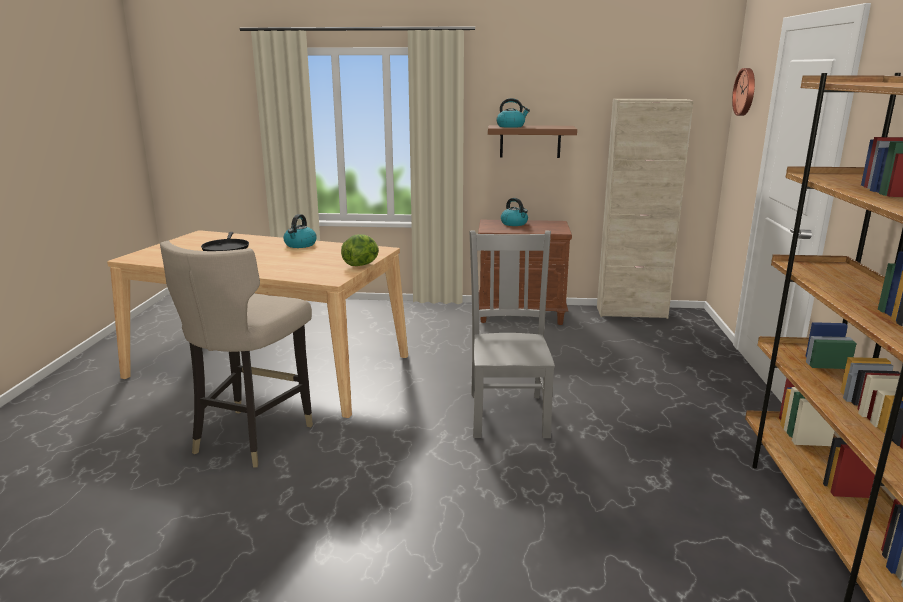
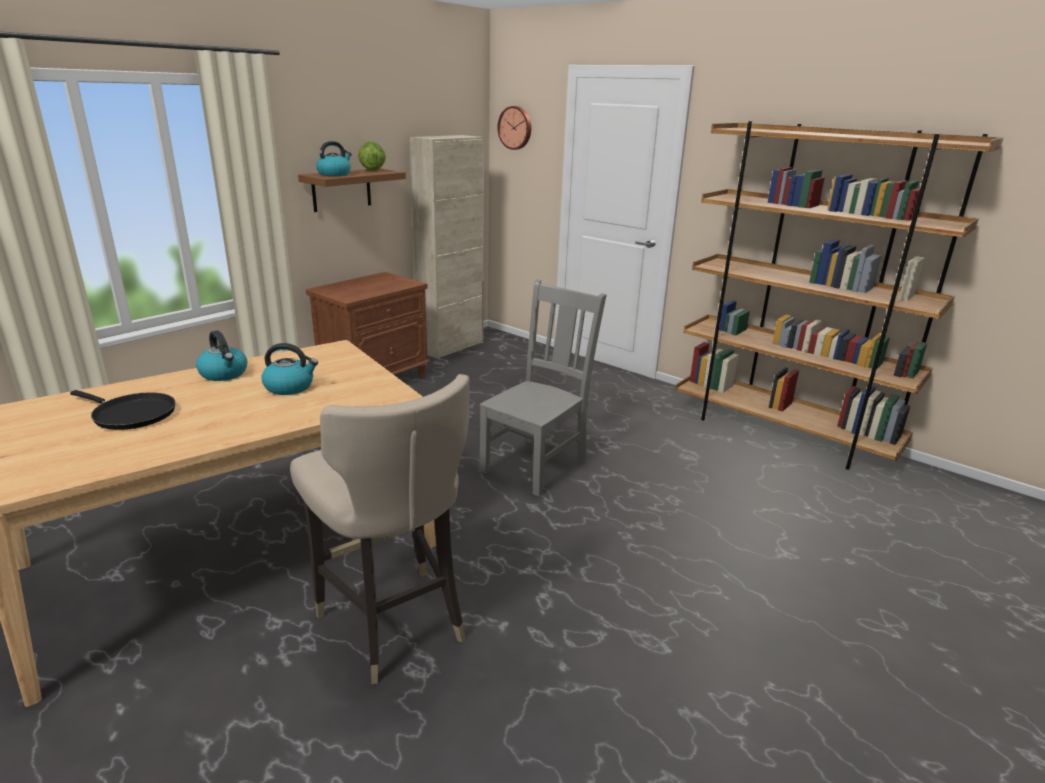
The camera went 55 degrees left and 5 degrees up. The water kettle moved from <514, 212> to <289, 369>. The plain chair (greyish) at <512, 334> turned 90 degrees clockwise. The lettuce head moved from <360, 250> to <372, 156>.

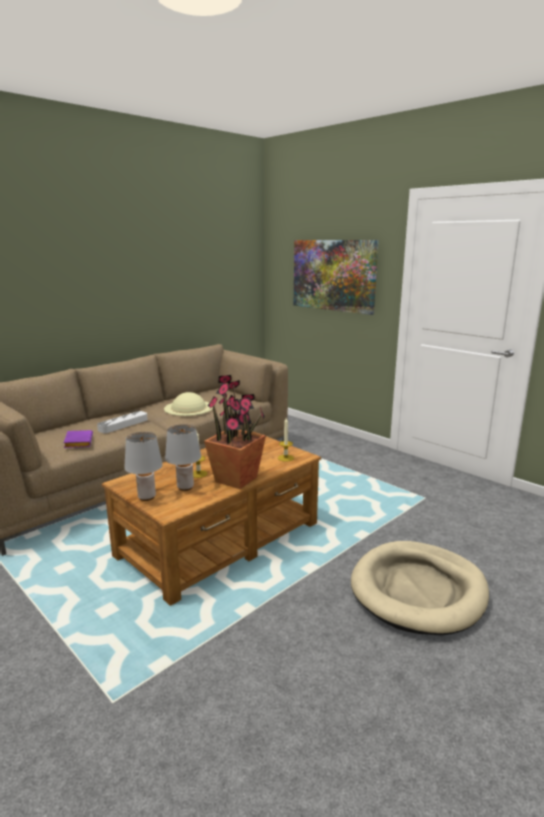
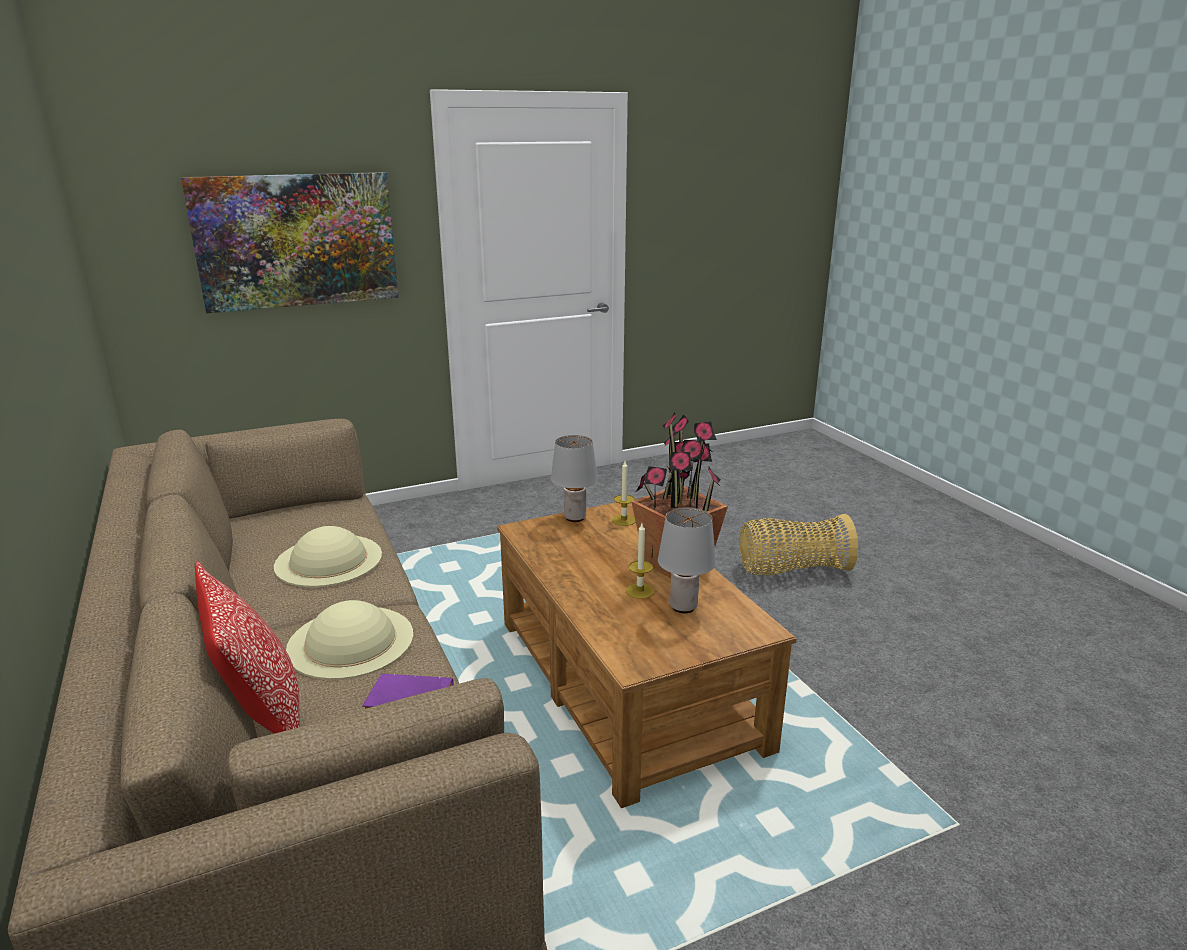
The camera went 70 degrees left and 5 degrees up. The carrying tray (greyish) at <122, 422> was replaced by the clothing hat (sand-coloured) at <350, 640>. The lamp for a table (greyish) moved from <144, 466> to <574, 478>. The dog cushion (sand-coloured) at <420, 588> was replaced by the basket at <799, 544>. The cushion at <247, 647> appeared.

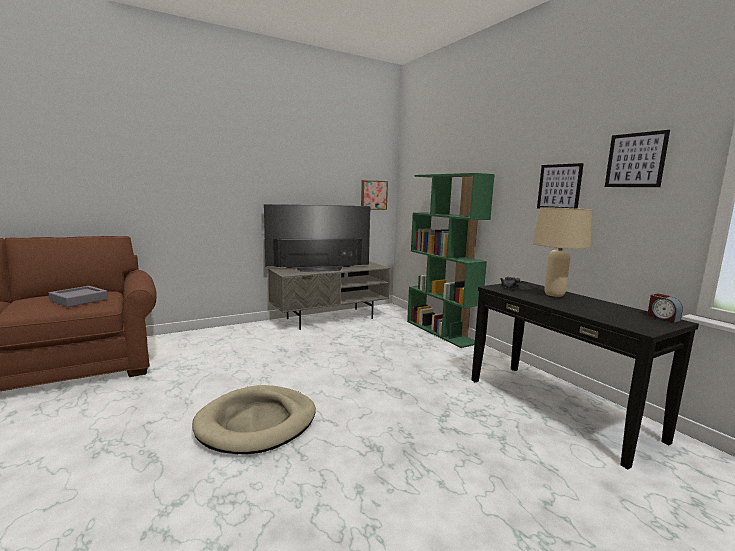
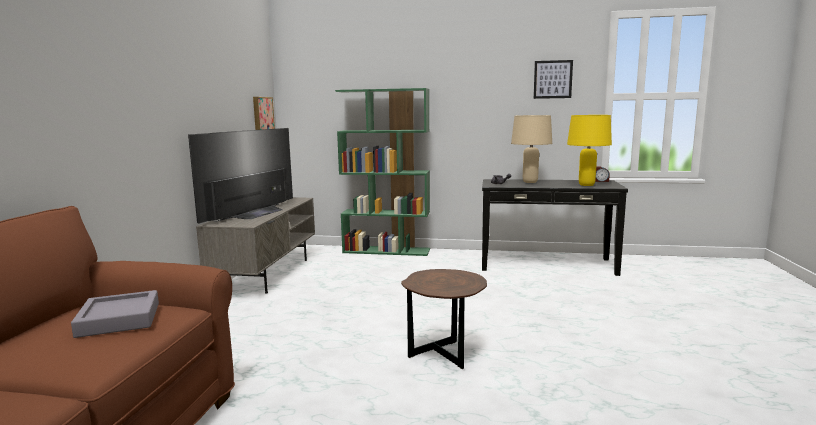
The camera went 50 degrees left and 0 degrees up. The picture at <560, 186> disappeared. The dog cushion (sand-coloured) at <254, 419> was replaced by the end table (brown-coloured) at <444, 319>. The lamp for a table (yellow) at <589, 150> appeared.

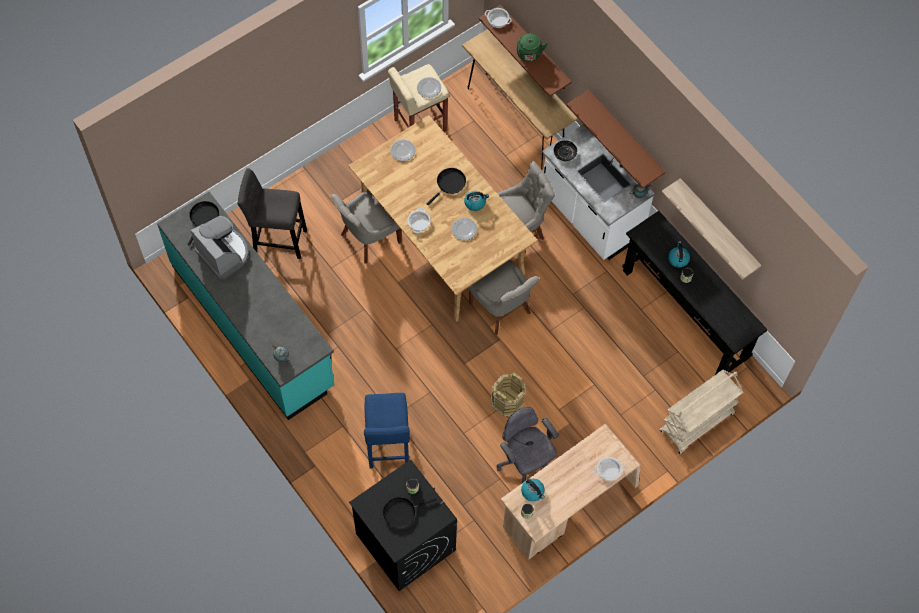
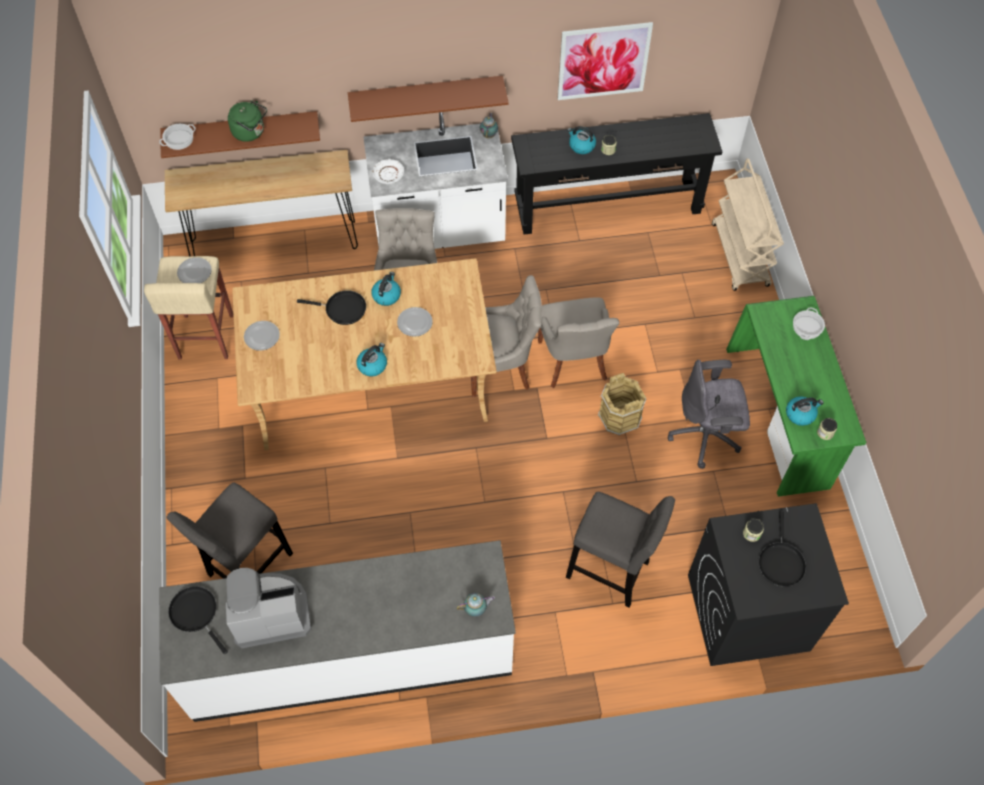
The camera went 60 degrees left and 5 degrees down. The plate (blackish) at <565, 150> became the plate (whitish) at <388, 171>. The frying pan (blackish) at <446, 186> turned 120 degrees clockwise. The shelf at <712, 229> was replaced by the picture at <605, 61>. The plain chair (greyish) moved from <366, 227> to <578, 342>. The kitchen counter (turquoise) at <245, 306> became the kitchen counter (whitish) at <337, 631>. The cooking pot at <418, 220> was replaced by the water kettle at <371, 359>. The stool seat (blue-coloured) at <386, 430> became the stool seat (greyish) at <620, 550>. The desk (sand-coloured) at <571, 492> became the desk (green-coloured) at <796, 396>.

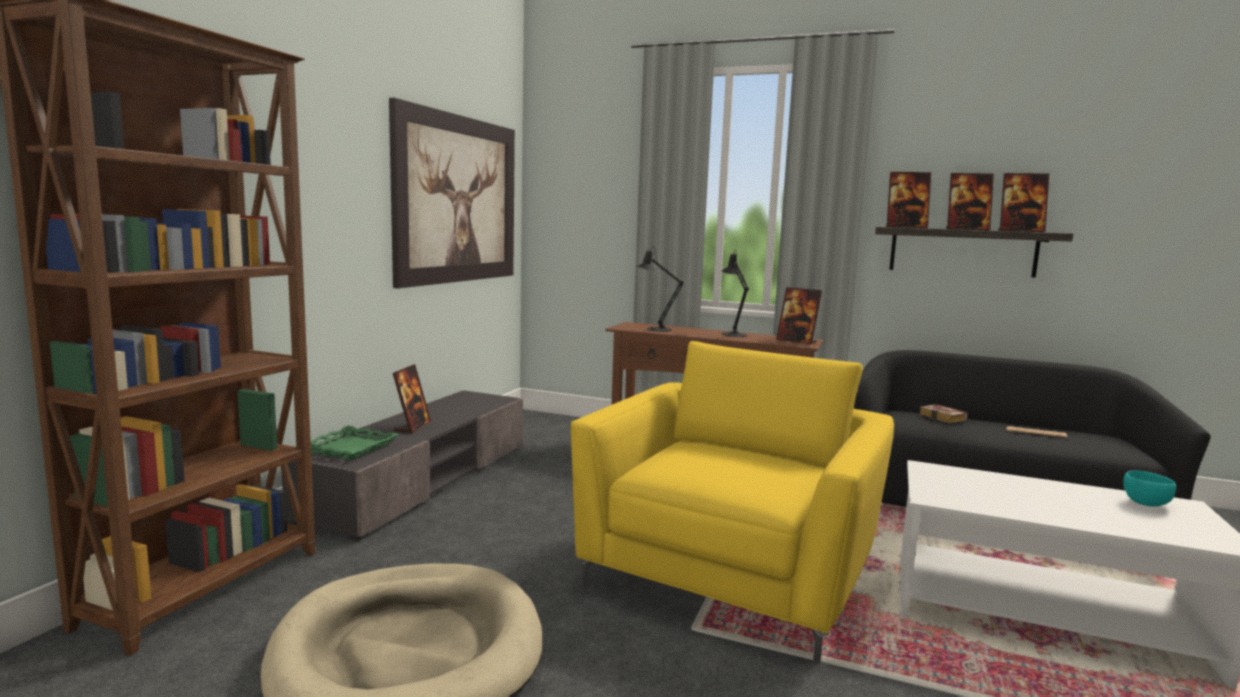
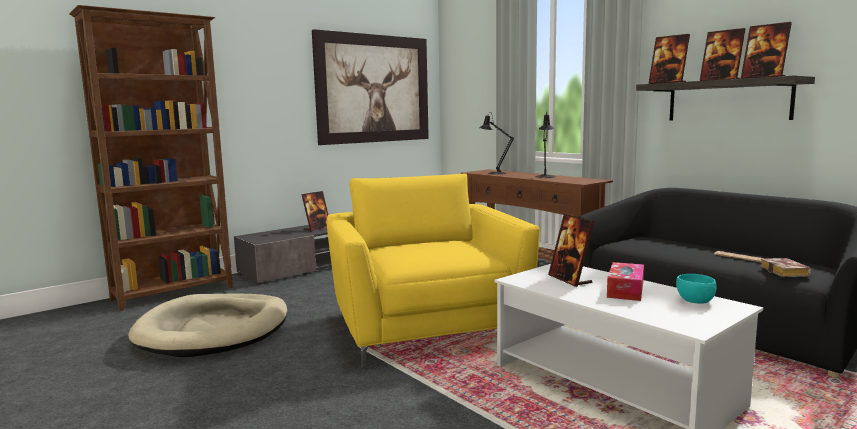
The camera went 30 degrees right and 0 degrees up. The photo frame moved from <799, 316> to <571, 250>. The armchair (yellow) at <732, 502> turned 75 degrees counterclockwise. The book moved from <943, 414> to <785, 267>. The carrying tray (green-coloured) at <355, 442> disappeared. The tissue box at <625, 281> appeared.

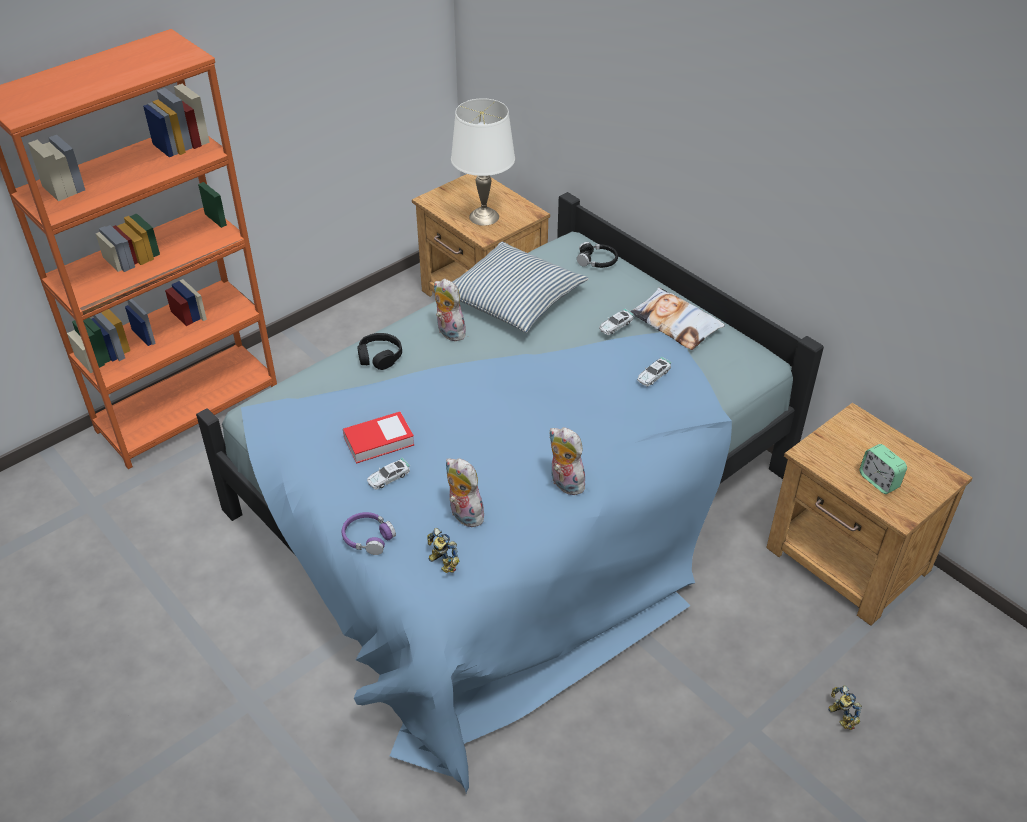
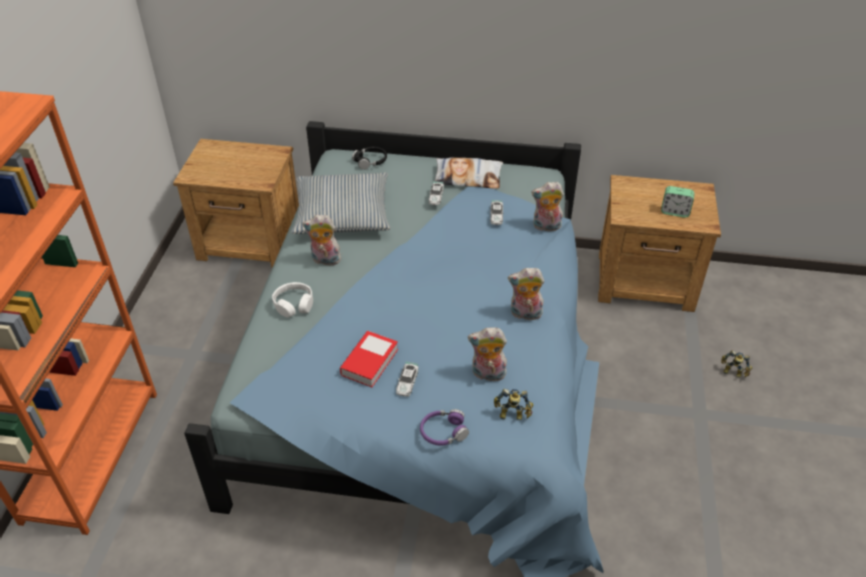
The camera went 40 degrees left and 0 degrees up. The lamp for a table (whitish) at <483, 162> disappeared. The headset (blackish) at <379, 351> became the headset (whitish) at <292, 300>. The cuddly toy at <547, 207> appeared.

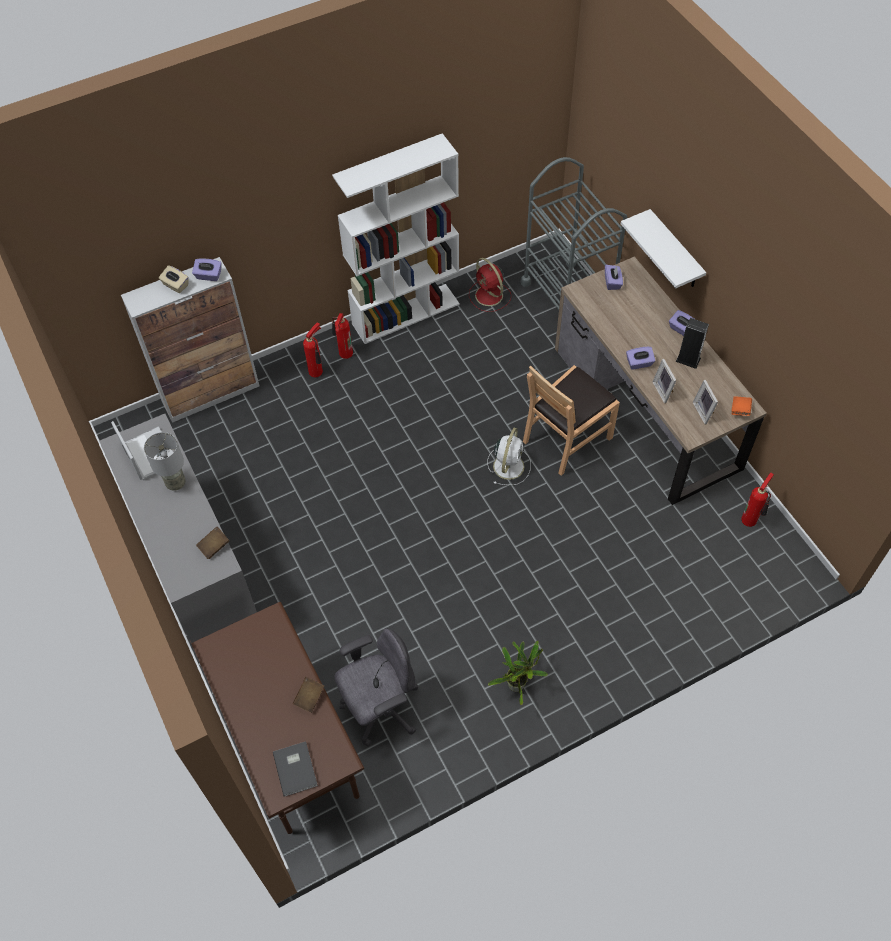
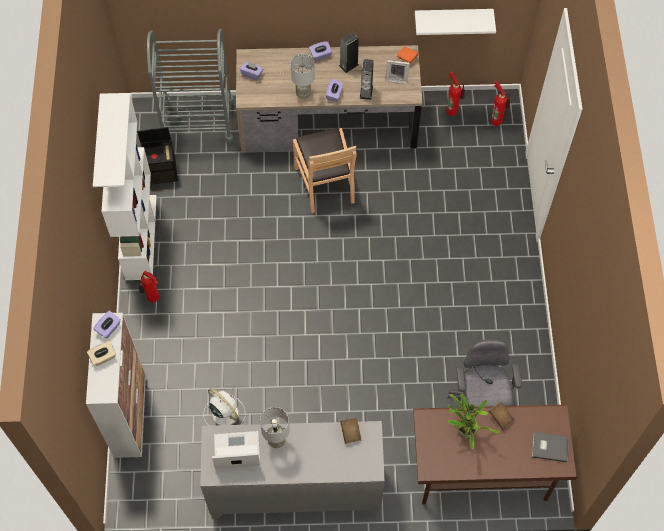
The camera went 65 degrees left and 5 degrees up. The shelf (whitish) moved from <663, 248> to <455, 22>. The cooling fan (red) at <490, 285> was replaced by the storage box (blackish) at <157, 156>. The fire extinguisher moved from <313, 349> to <500, 103>. The photo frame at <665, 381> was replaced by the audio speaker at <367, 79>. The cooling fan (whitish) moved from <509, 456> to <224, 406>. The plant in a pot moved from <518, 673> to <474, 421>. The lamp for a table (greyish) at <302, 76> appeared.

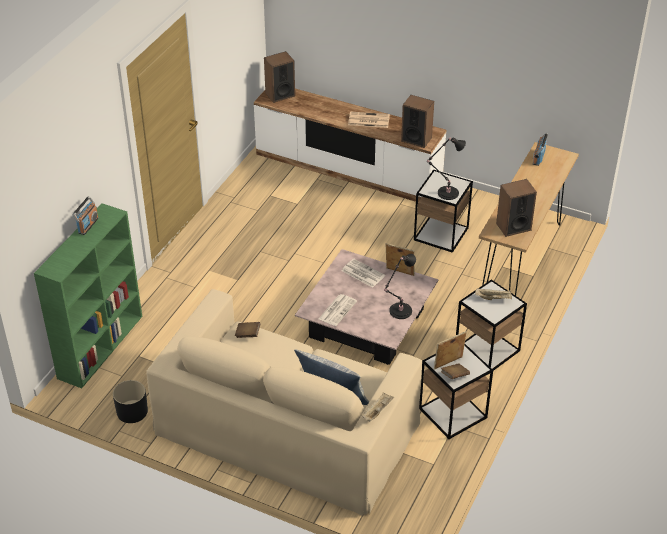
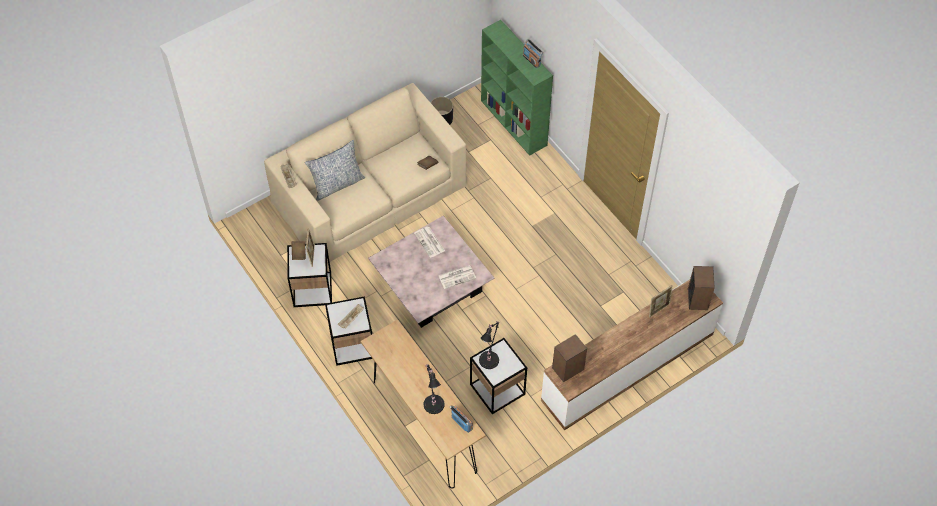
The camera went 120 degrees right and 15 degrees up. The printed paper at <369, 119> disappeared. The audio speaker at <516, 208> disappeared. The photo frame moved from <400, 259> to <661, 301>. The lamp for a table (blackish) moved from <400, 286> to <434, 389>.

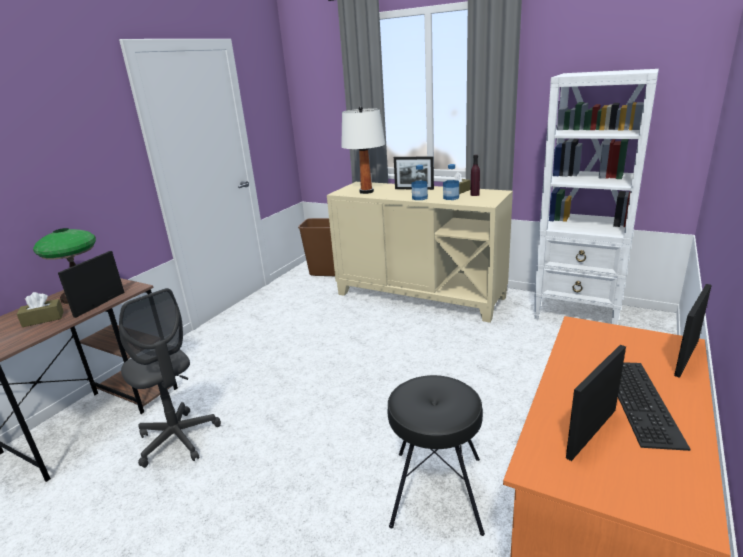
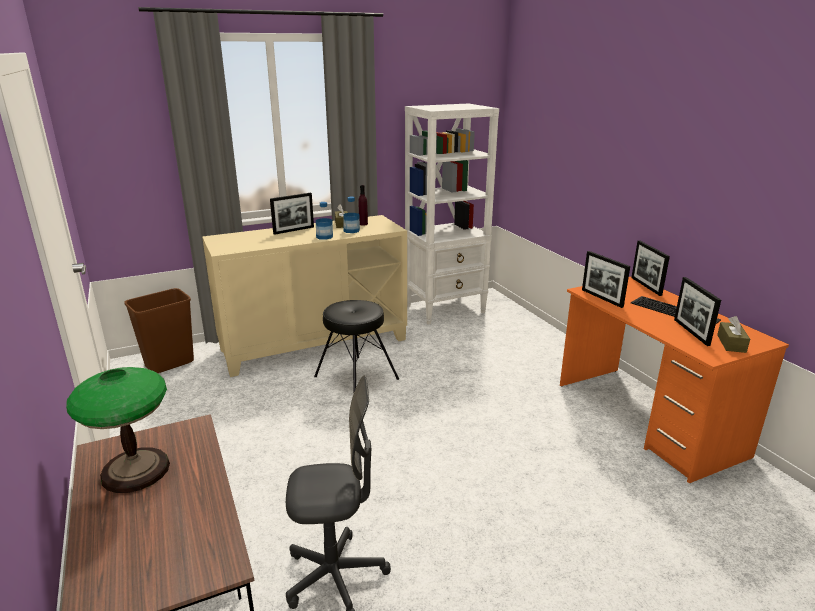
The camera went 55 degrees left and 0 degrees up. The lamp for a table (whitish) at <363, 150> disappeared. The photo frame moved from <91, 284> to <606, 279>. The tissue box (brown-coloured) moved from <40, 309> to <733, 334>. The stool seat (blackish) moved from <436, 455> to <356, 345>.

